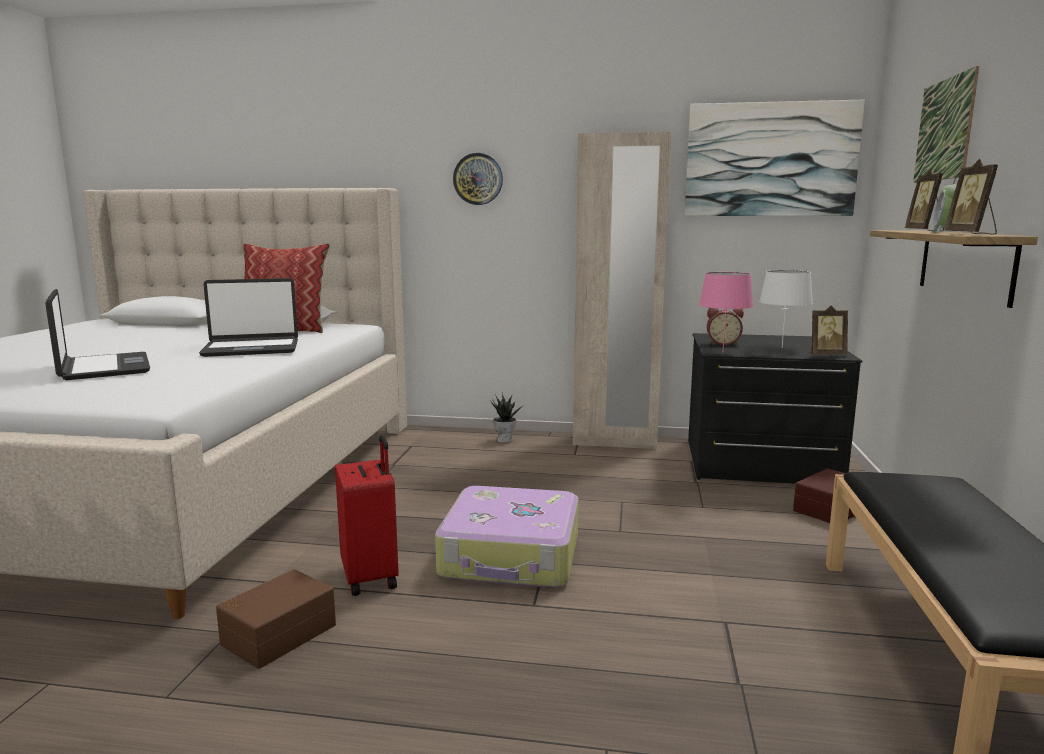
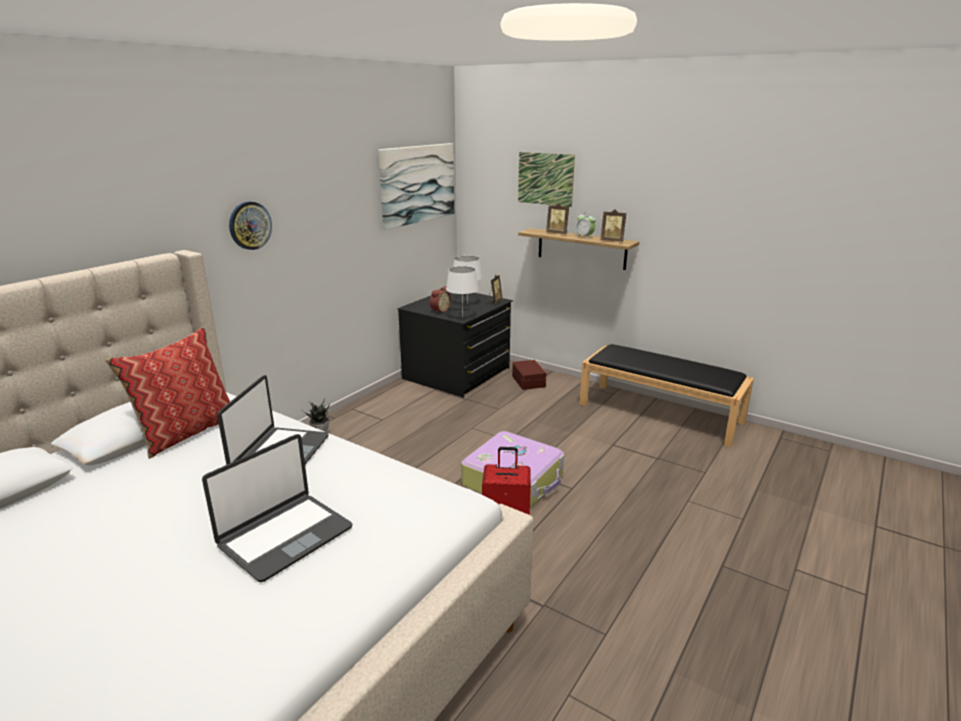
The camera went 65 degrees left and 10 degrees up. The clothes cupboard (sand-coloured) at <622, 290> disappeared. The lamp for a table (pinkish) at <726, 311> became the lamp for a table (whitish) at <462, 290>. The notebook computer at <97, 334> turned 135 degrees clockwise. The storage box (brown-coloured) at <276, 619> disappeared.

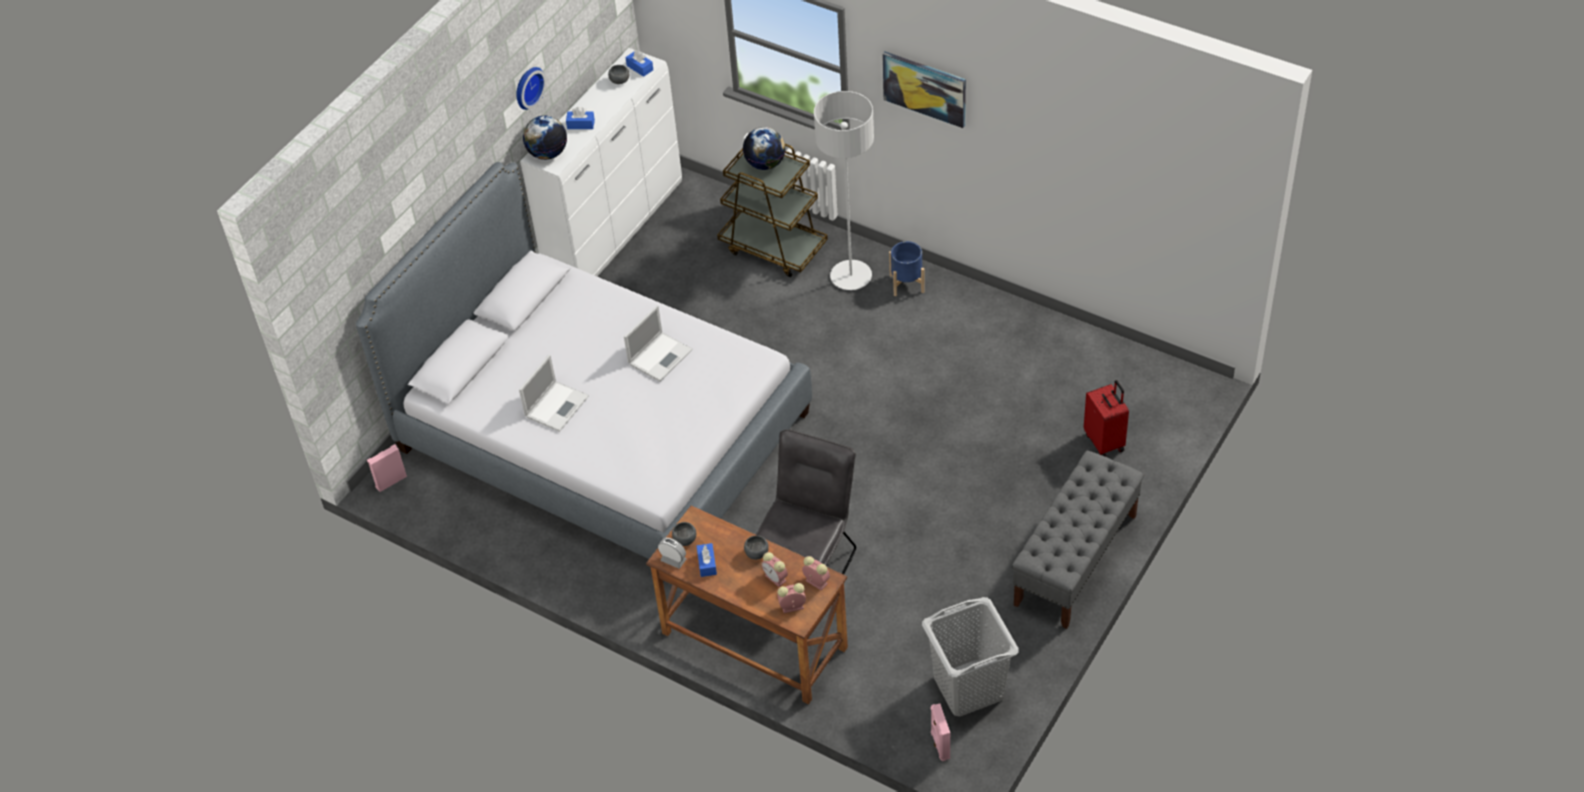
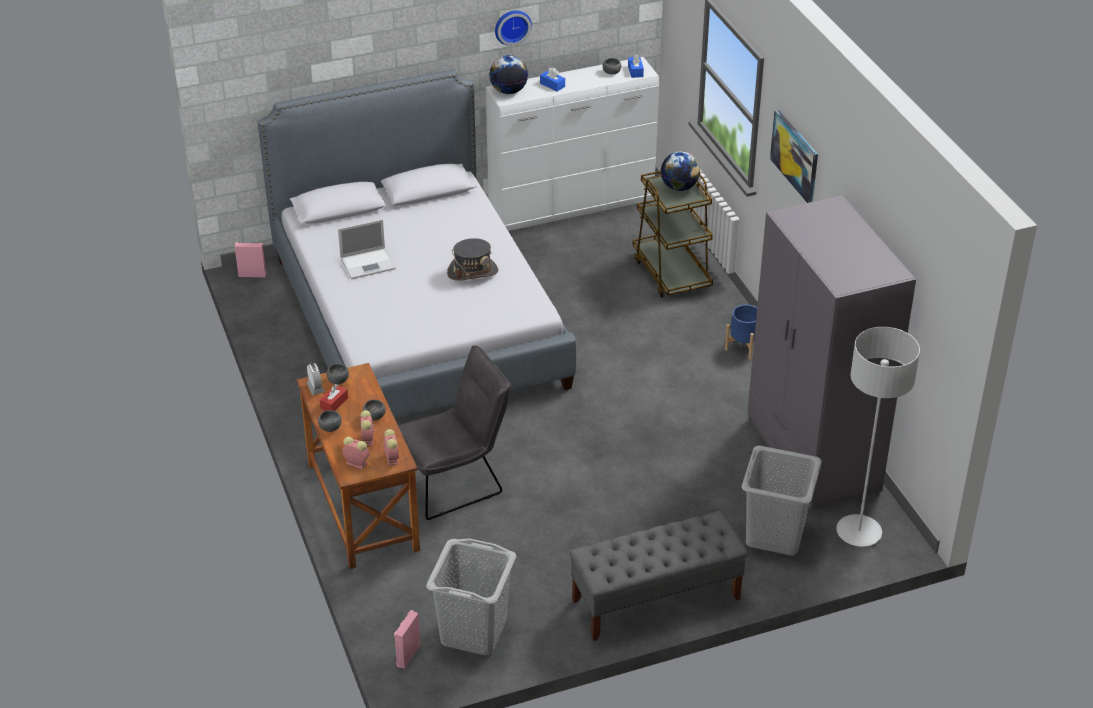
The camera went 35 degrees right and 10 degrees down. The floor lamp (greyish) moved from <844, 190> to <878, 437>. The notebook computer at <658, 343> was replaced by the clothing hat (greyish) at <472, 259>. The travel case (red) at <1106, 418> was replaced by the hamper (greyish) at <782, 501>. The tissue box (blue-coloured) at <707, 560> became the tissue box (red) at <333, 397>. The clothes cupboard (greyish) at <831, 352> appeared. The serving bowl (greyish) at <329, 421> appeared.

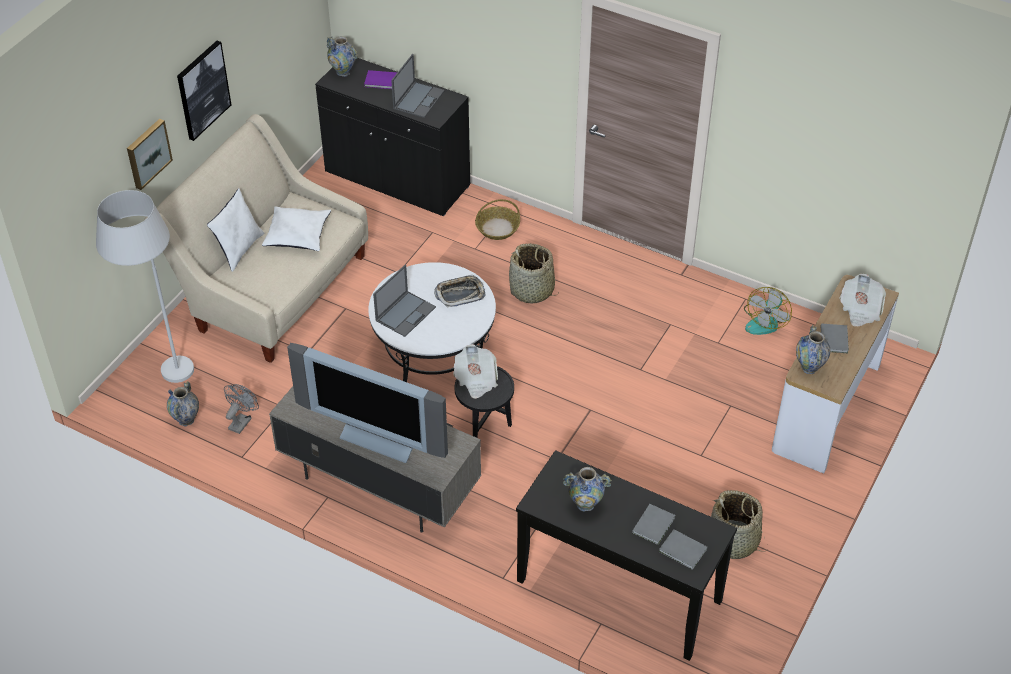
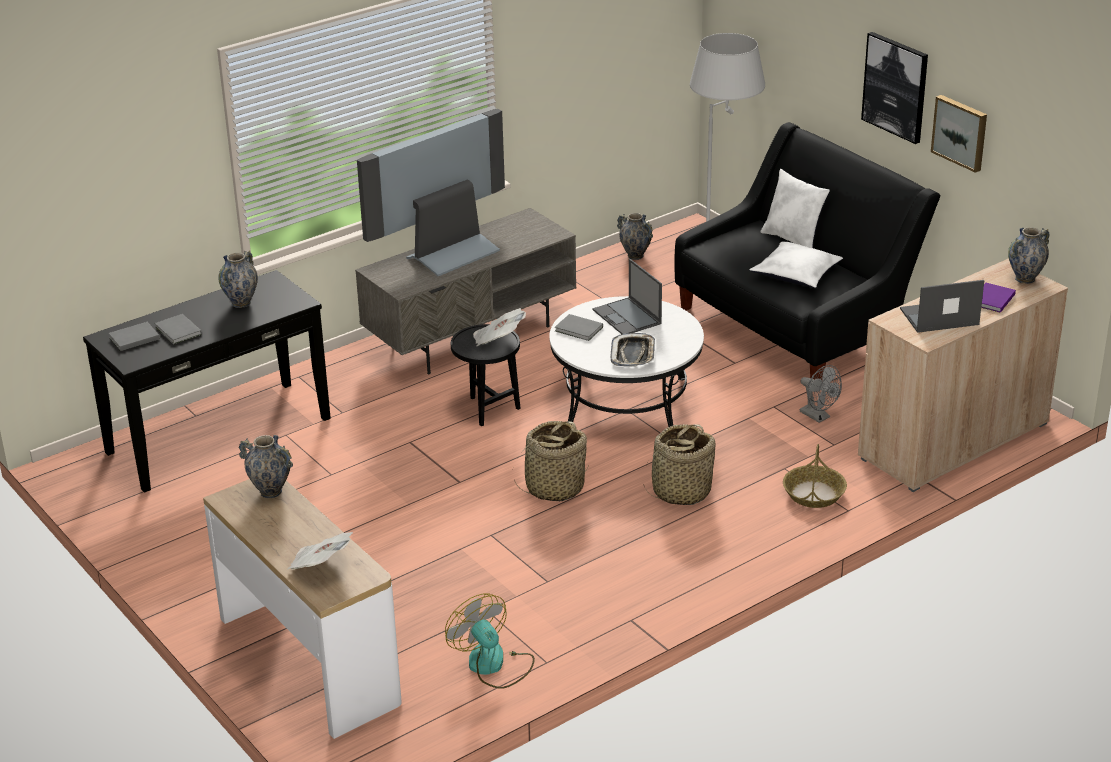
The camera went 115 degrees right and 15 degrees down. The notebook computer at <418, 86> turned 120 degrees clockwise. The cabinet (blackish) at <392, 137> became the cabinet (sand-coloured) at <963, 375>. The couch (sand-coloured) at <256, 238> became the couch (blackish) at <807, 251>. The picture moved from <150, 154> to <959, 134>. The book (greyish) moved from <835, 338> to <579, 327>. The cooling fan (greyish) moved from <241, 409> to <821, 394>. The basket moved from <739, 524> to <550, 461>.

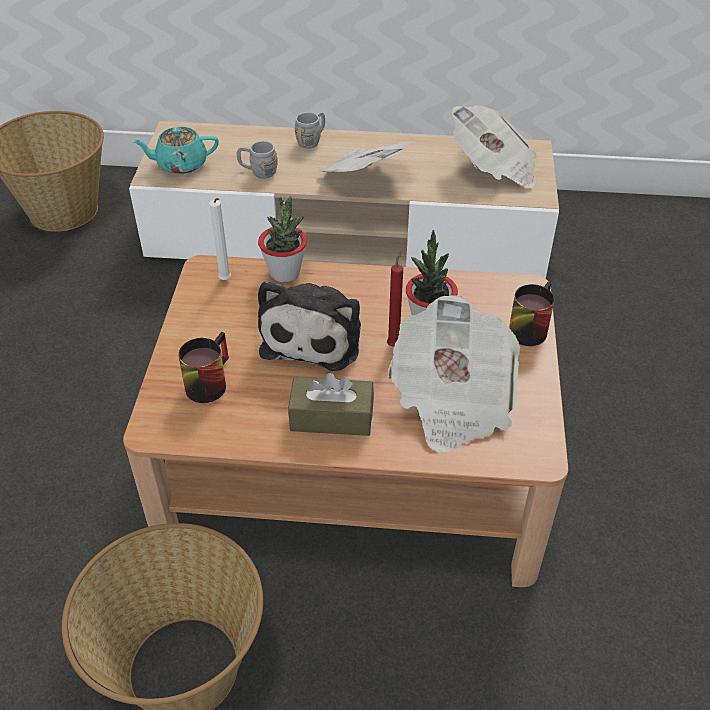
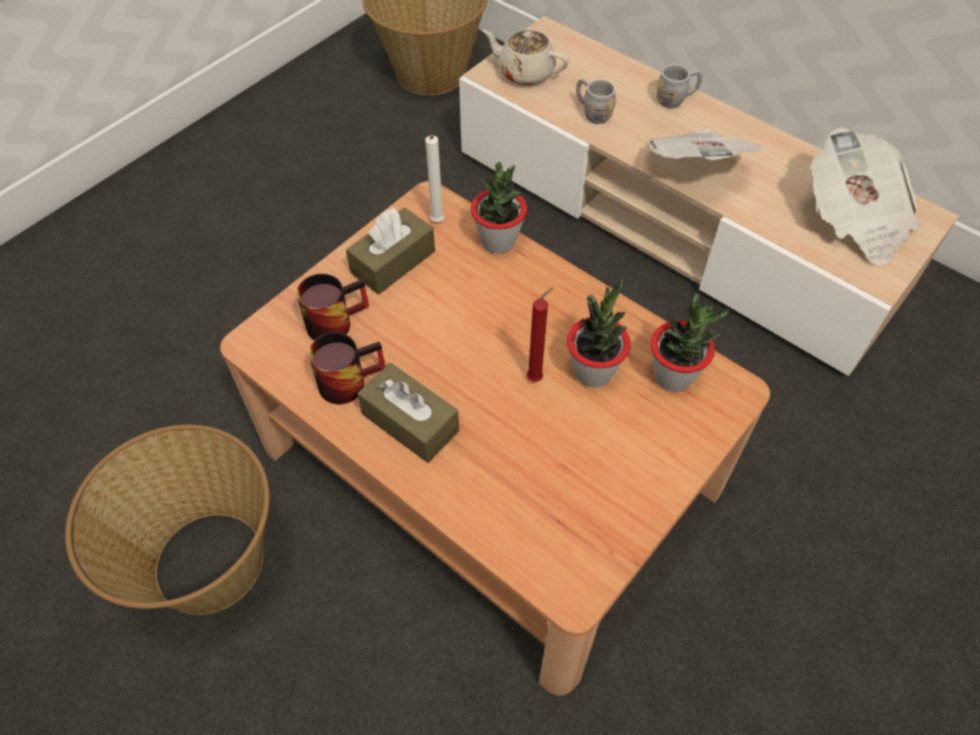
The camera went 35 degrees right and 10 degrees up. The teapot (turquoise) at <175, 150> became the teapot (sand-coloured) at <525, 58>. The cuddly toy at <309, 326> disappeared. The tea mug moved from <532, 313> to <347, 368>. The printed paper at <454, 374> disappeared. The tissue box (brown-coloured) at <390, 250> appeared. The plant in a pot at <690, 342> appeared.

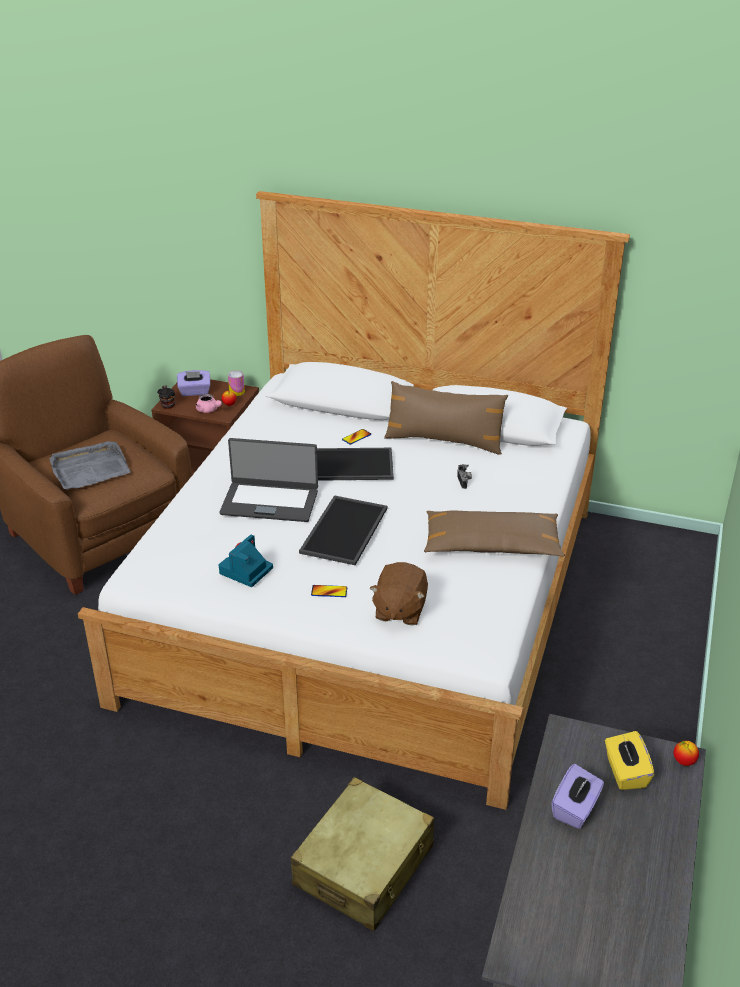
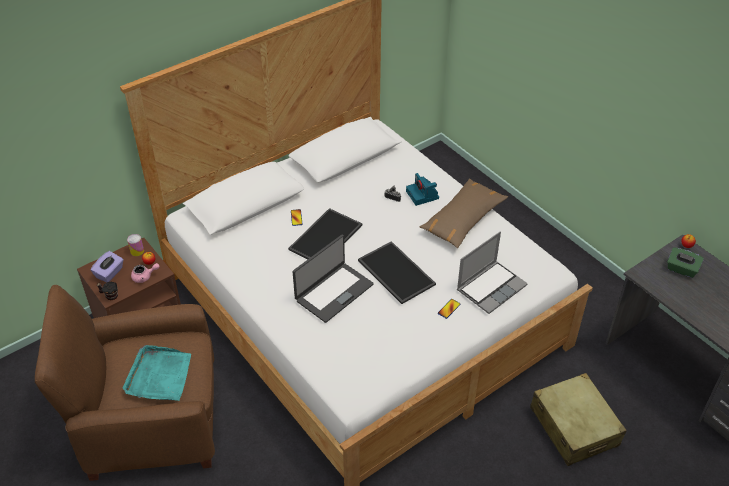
The camera went 55 degrees left and 10 degrees up. The cushion (brown-coloured) at <446, 418> disappeared. The carrying tray (greyish) at <90, 465> became the carrying tray (turquoise) at <157, 373>. The photo camera moved from <246, 560> to <422, 189>. The cuddly toy (brown-coloured) at <399, 593> was replaced by the notebook computer at <492, 272>. The tissue box (yellow) at <629, 760> became the tissue box (green-coloured) at <685, 262>. The tissue box (purple-coloured) at <577, 796> disappeared.

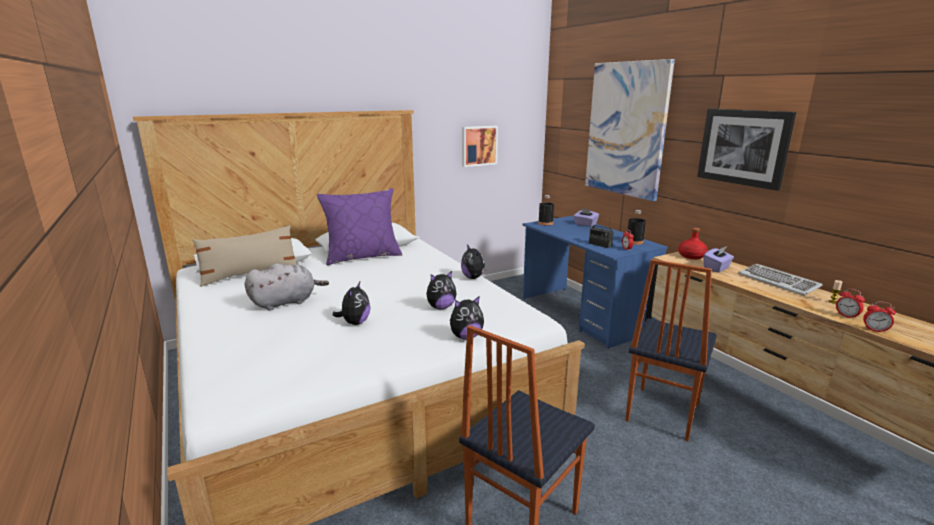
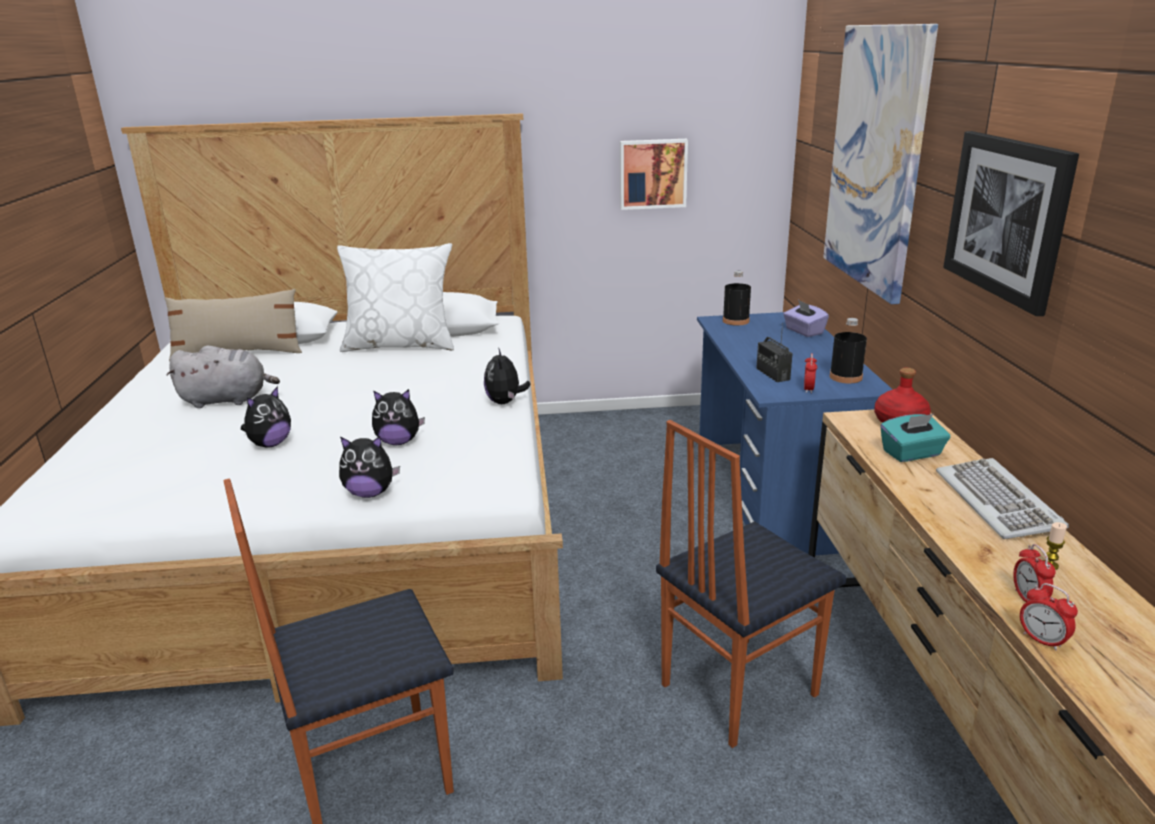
The camera went 25 degrees right and 5 degrees up. The cushion (purple-coloured) at <359, 226> became the cushion (whitish) at <395, 297>. The tissue box (purple-coloured) at <718, 259> became the tissue box (turquoise) at <915, 438>.

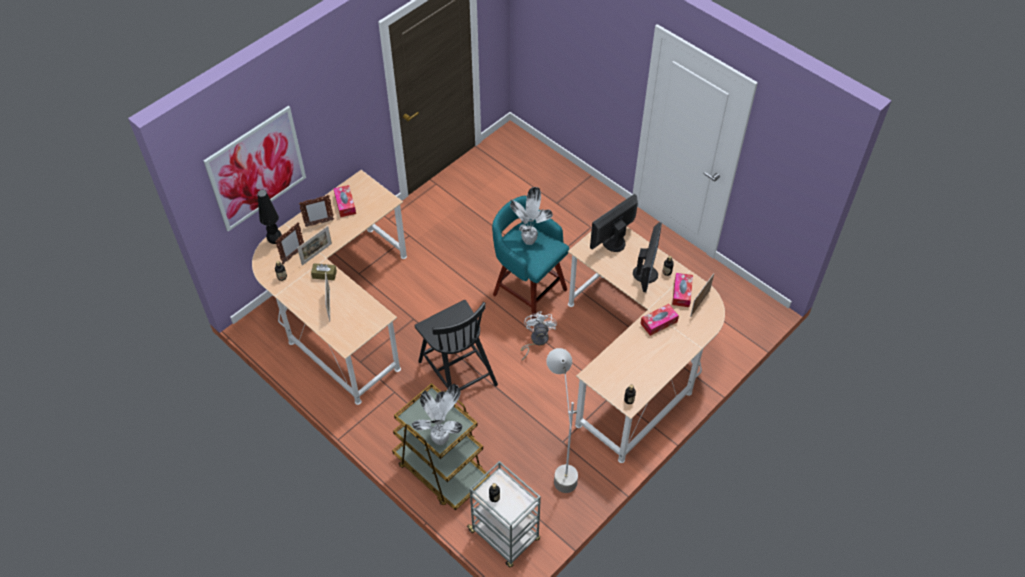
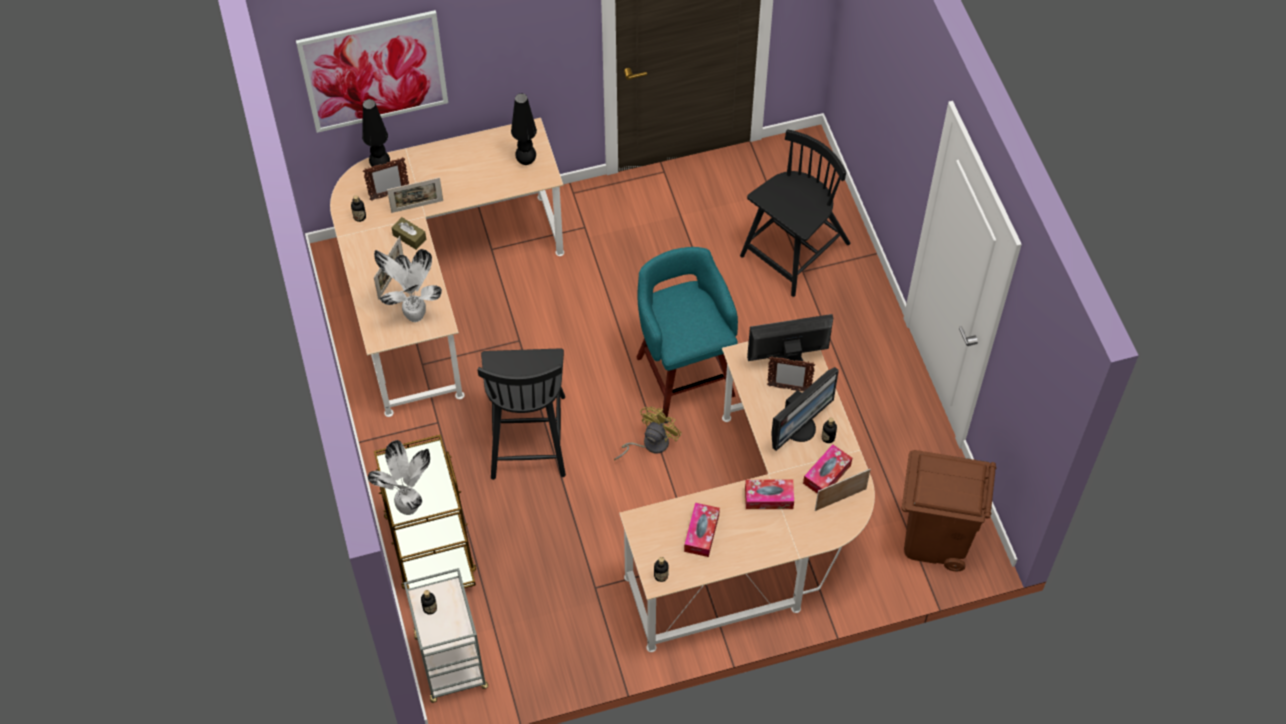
The camera went 30 degrees right and 5 degrees up. The tissue box moved from <344, 201> to <702, 530>. The plant in a pot moved from <531, 216> to <408, 285>. The photo frame moved from <316, 211> to <791, 373>. The cooling fan (whitish) at <539, 336> became the cooling fan (yellow) at <648, 433>. The floor lamp (greyish) at <562, 420> disappeared. The lamp for a table (blackish) at <524, 129> appeared. The plain chair (blackish) at <795, 213> appeared. The waste bin (brown-coloured) at <949, 510> appeared.

